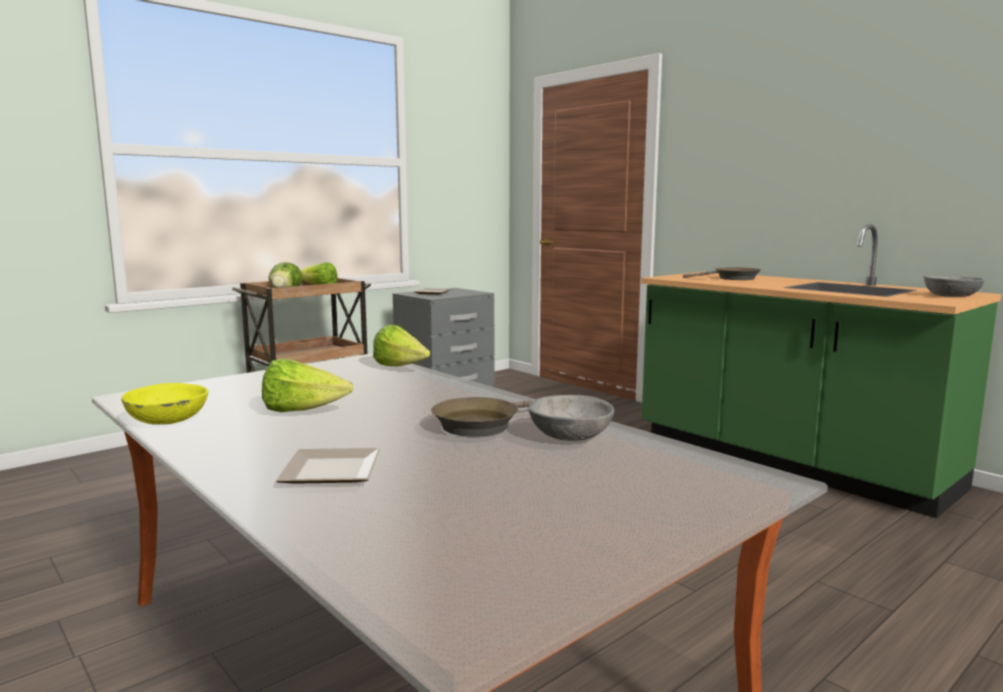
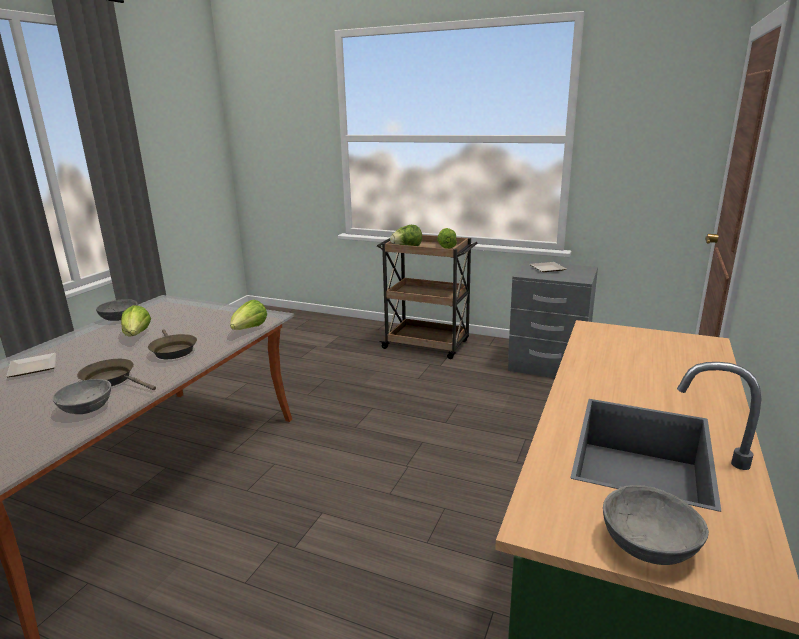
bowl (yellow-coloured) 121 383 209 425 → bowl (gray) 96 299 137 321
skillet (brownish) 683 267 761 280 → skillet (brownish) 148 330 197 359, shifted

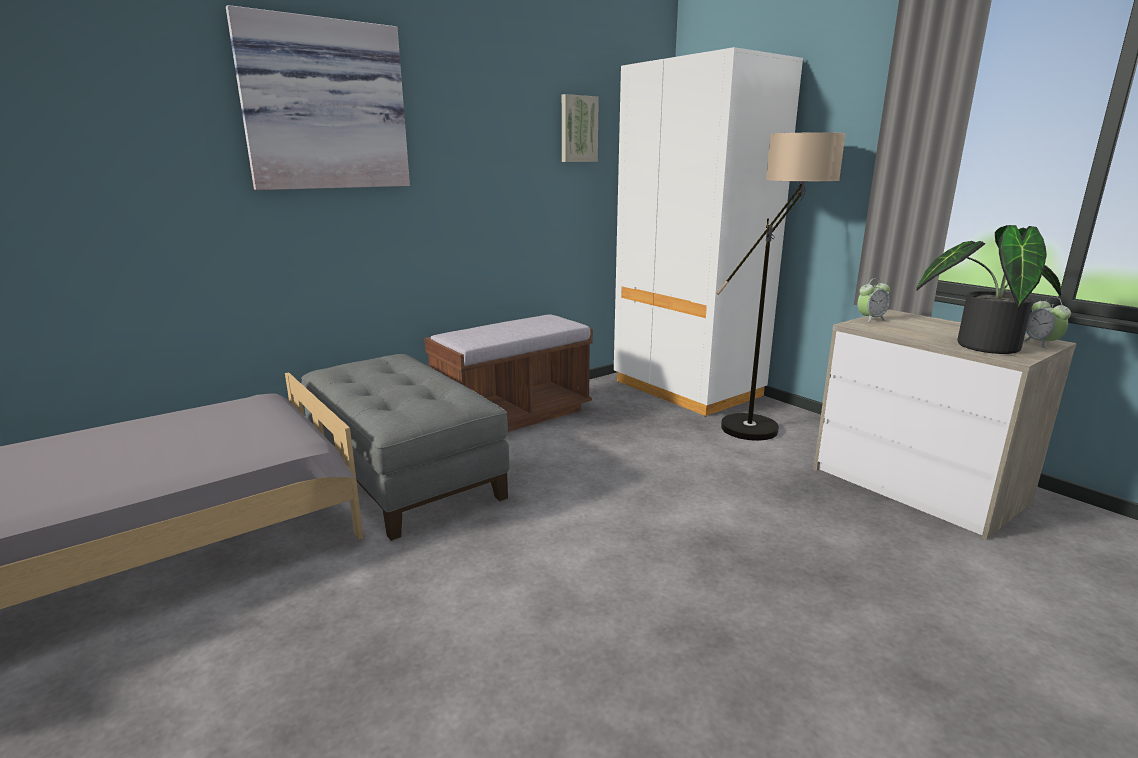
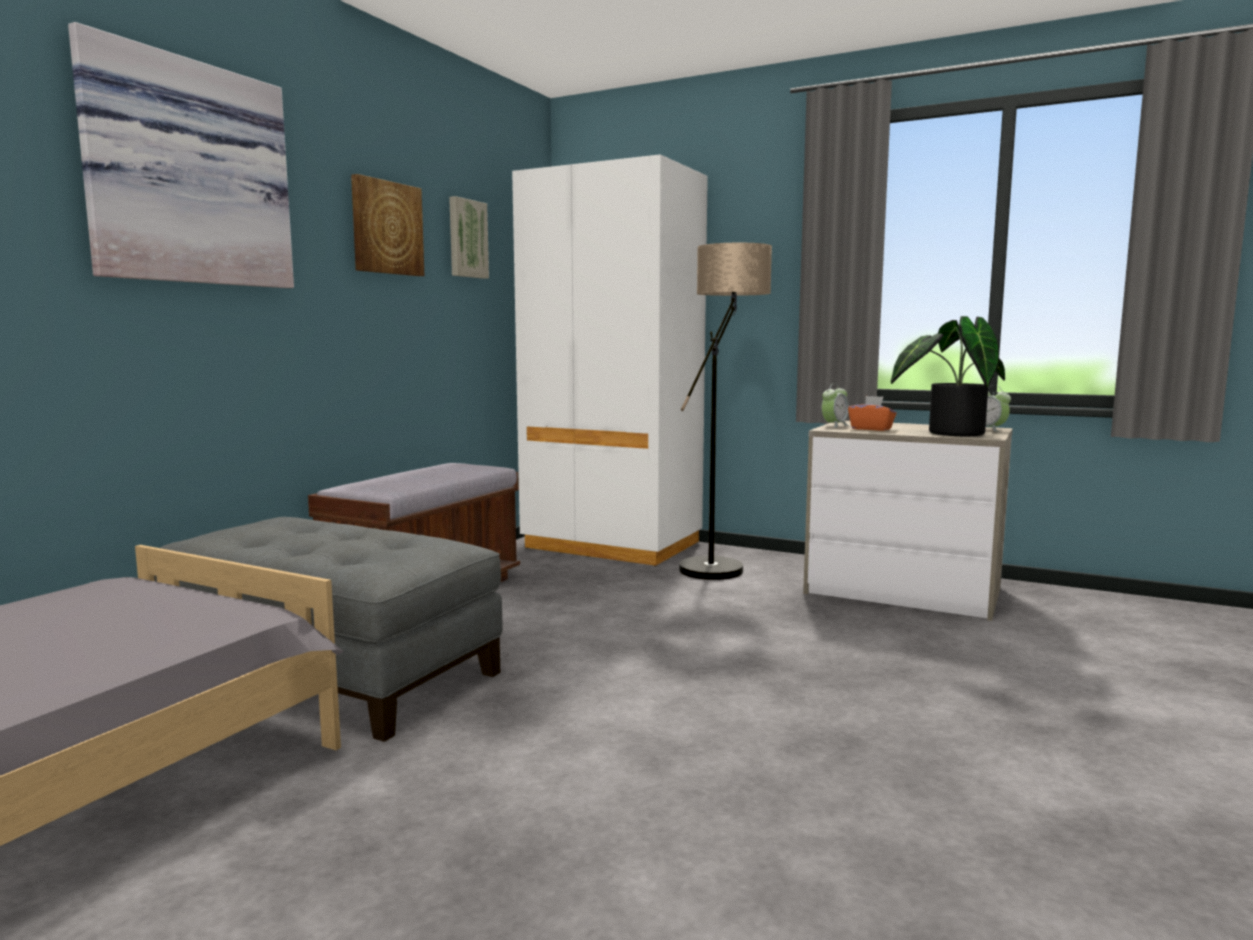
- → wall picture 351 174 424 276
- → tissue holder (orange) 848 396 897 431

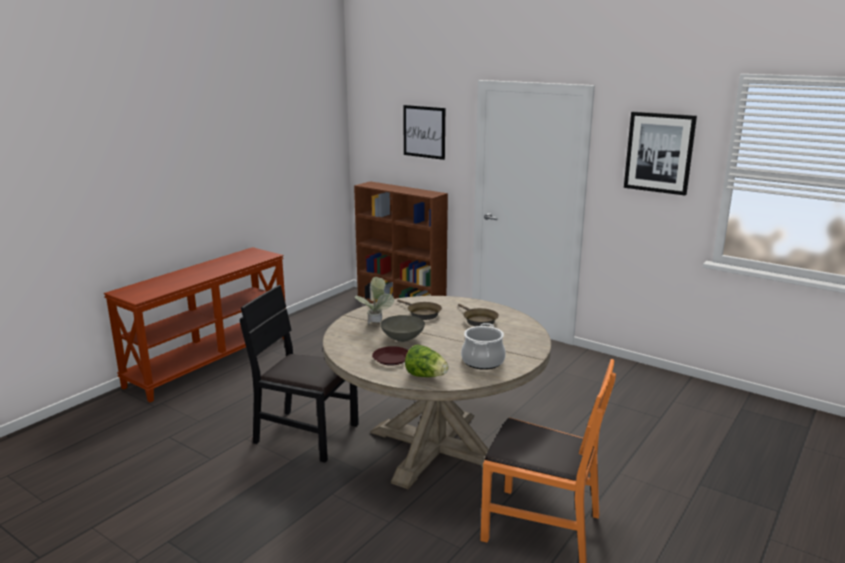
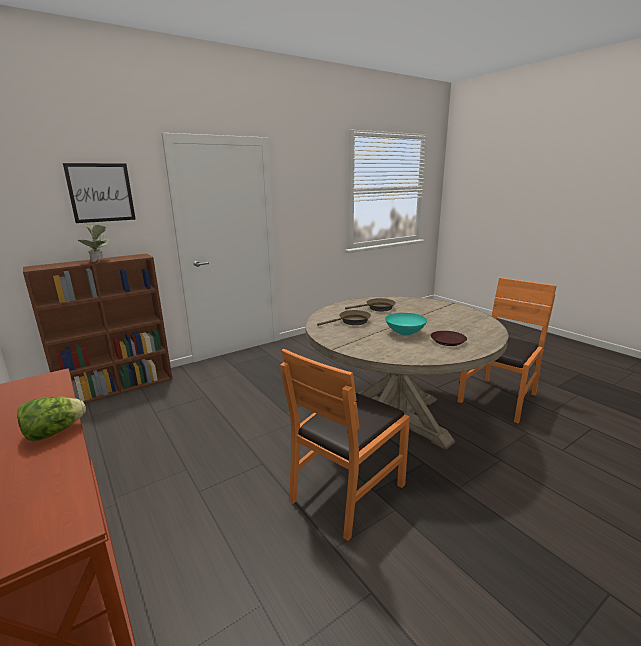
plain chair (blackish) 240 285 359 462 → plain chair (orange) 280 349 410 541
potted plant 355 277 394 324 → potted plant 78 224 110 262, shifted
bowl (gray) 380 315 425 342 → bowl (turquoise) 385 313 427 336
lettuce head 405 345 449 377 → lettuce head 17 396 86 442, shifted
cooking pot 461 323 506 370 → -
wall picture 624 112 697 196 → -

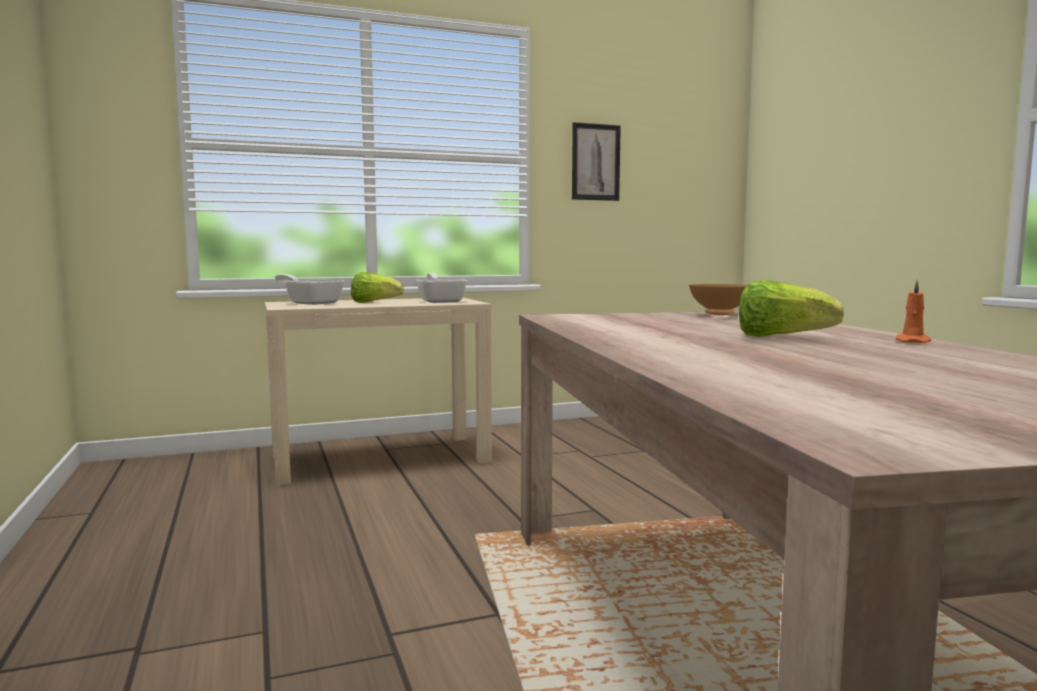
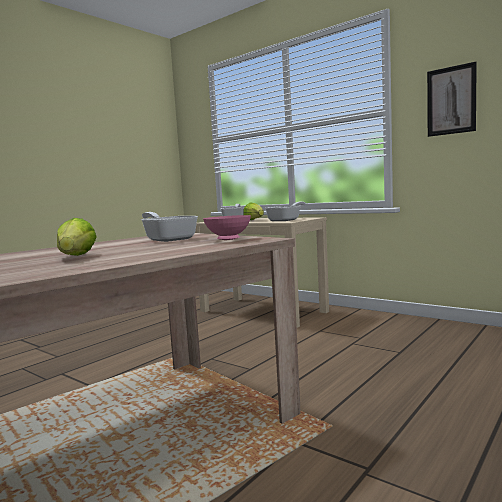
bowl (brownish) 689 284 747 315 → bowl (pinkish) 203 215 251 240
wax candle (orange) 895 280 932 343 → -
- → skillet 141 212 198 242

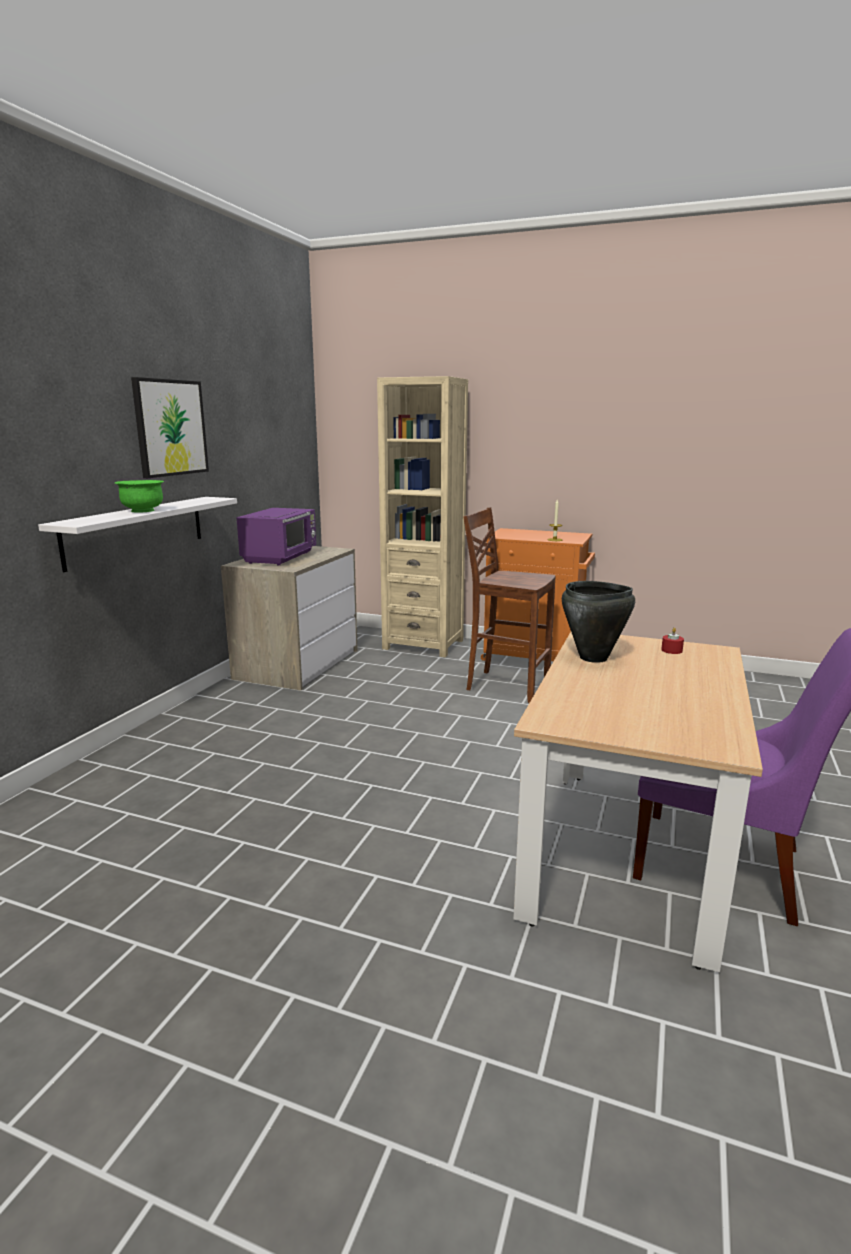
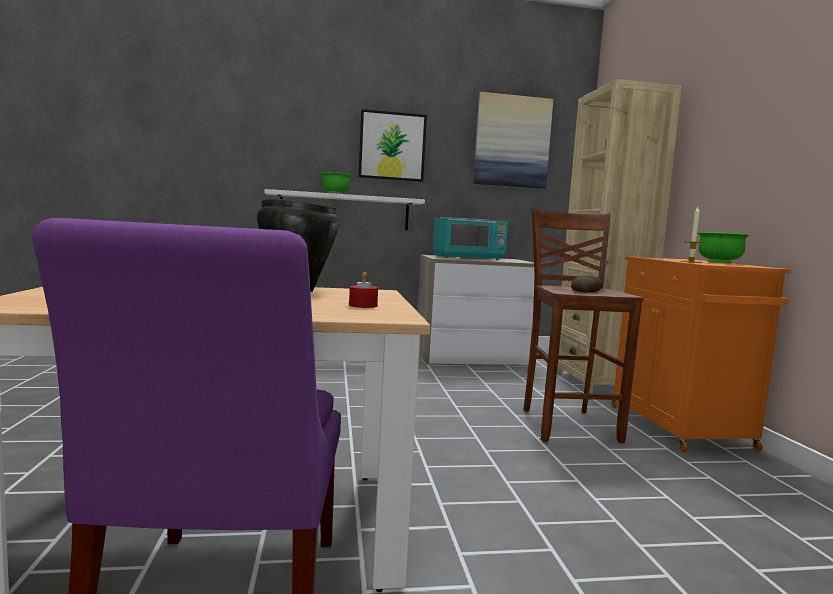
microwave oven (purple) 236 508 316 565 → microwave oven (turquoise) 433 217 508 260
- → wall picture 473 92 553 189
- → bakery bread 571 275 603 292
- → bowl (green-coloured) 697 232 750 263

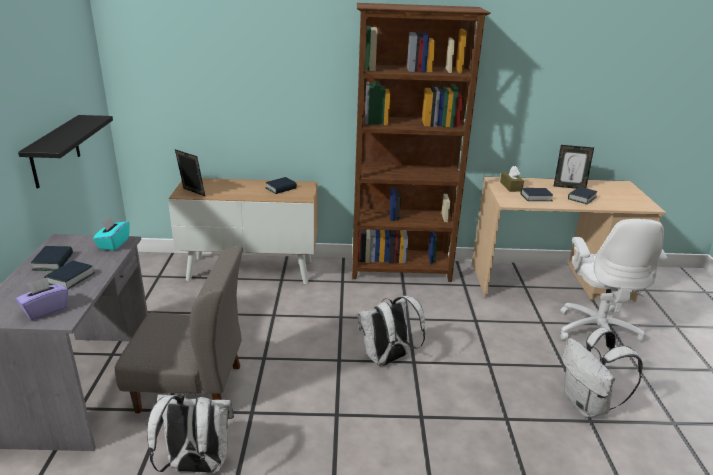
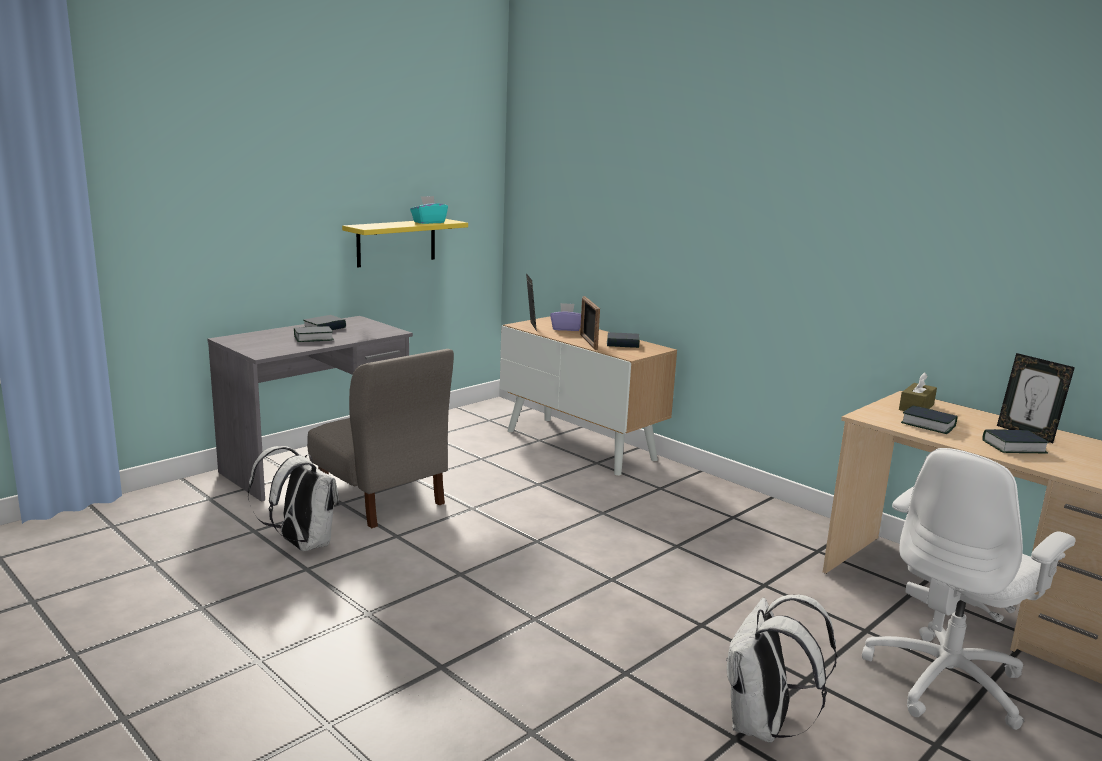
tissue holder (purple) 16 278 68 320 → tissue holder (purple) 550 303 581 331, shifted
shelf (blackish) 18 115 113 189 → shelf (yellow-coloured) 342 219 468 267
tissue holder (turquoise) 93 216 130 251 → tissue holder (turquoise) 410 196 448 224, shifted
bookshelf (brownish) 352 3 491 282 → -
backpack (whitish) 357 296 425 366 → -
- → picture frame 580 296 600 350

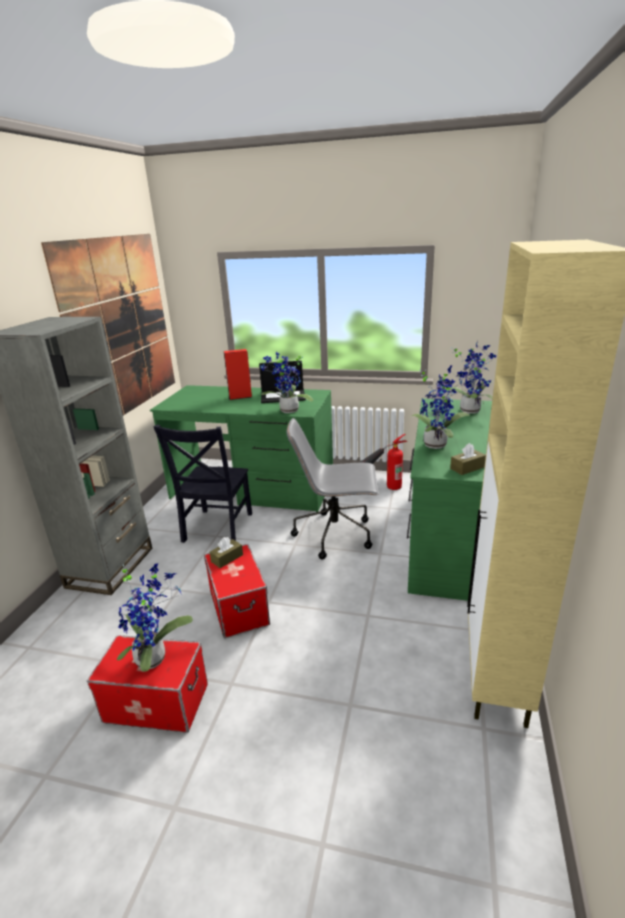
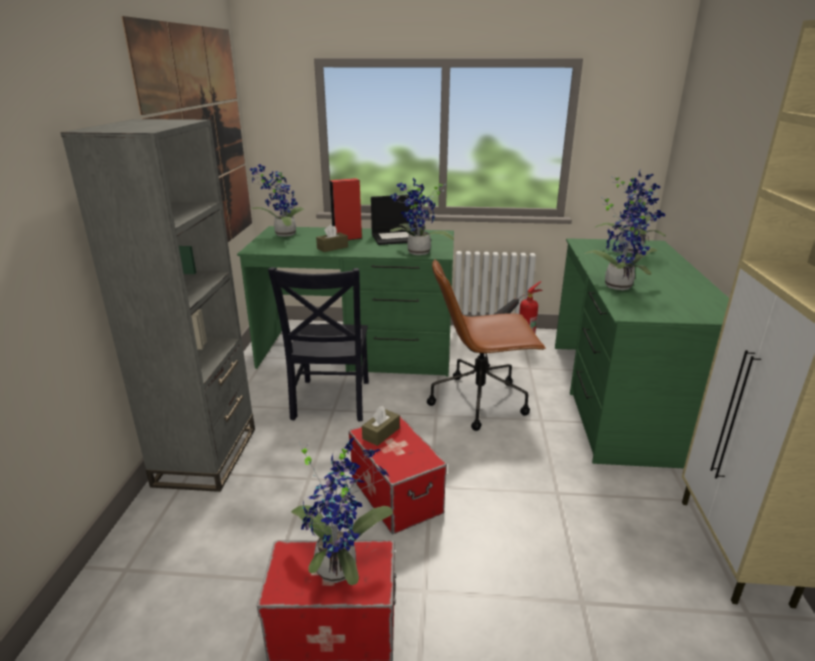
office chair (gray) 287 418 379 560 → office chair (brownish) 427 259 546 431
tissue holder (brownish) 450 443 486 475 → tissue holder (brownish) 316 224 348 252, shifted
- → potted plant 250 164 304 237

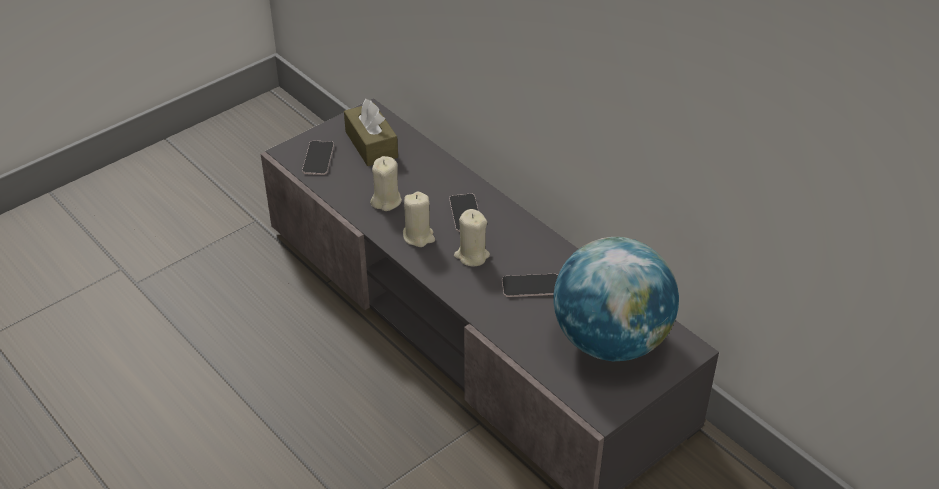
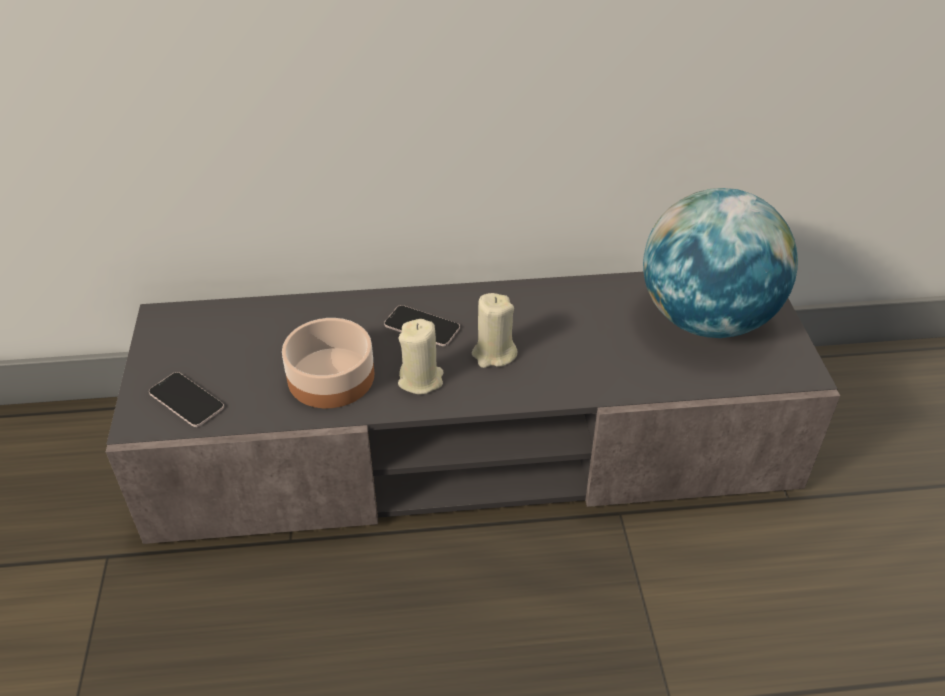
tissue holder (brownish) 344 99 398 166 → -
wax candle (beige) 370 156 402 211 → bowl 282 318 374 408
phone 502 274 558 297 → -

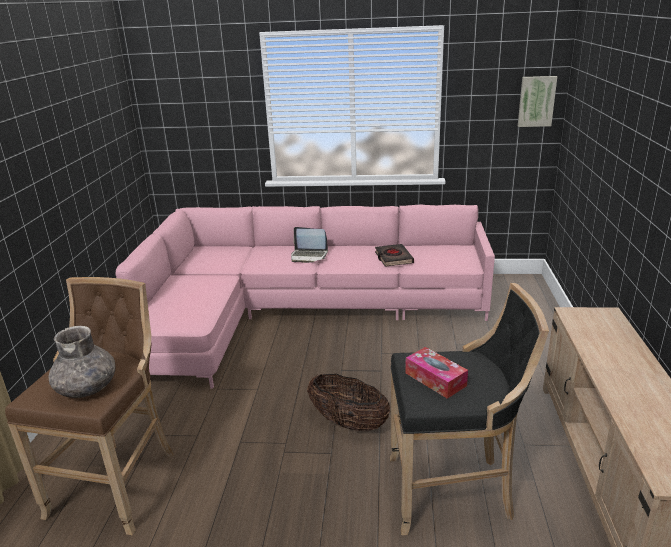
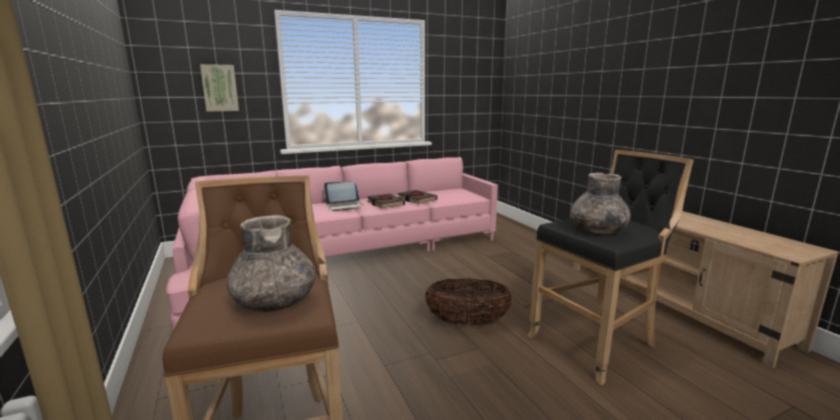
tissue holder 405 347 468 399 → vase (gray) 571 173 631 234
wall picture 518 76 557 127 → wall picture 200 64 239 112, shifted
- → volume (blackish) 367 194 405 208

